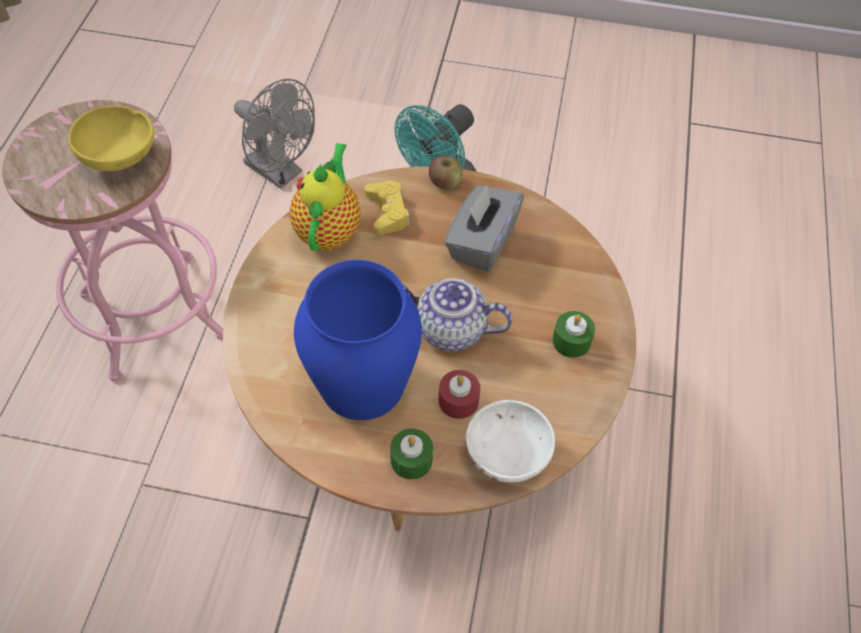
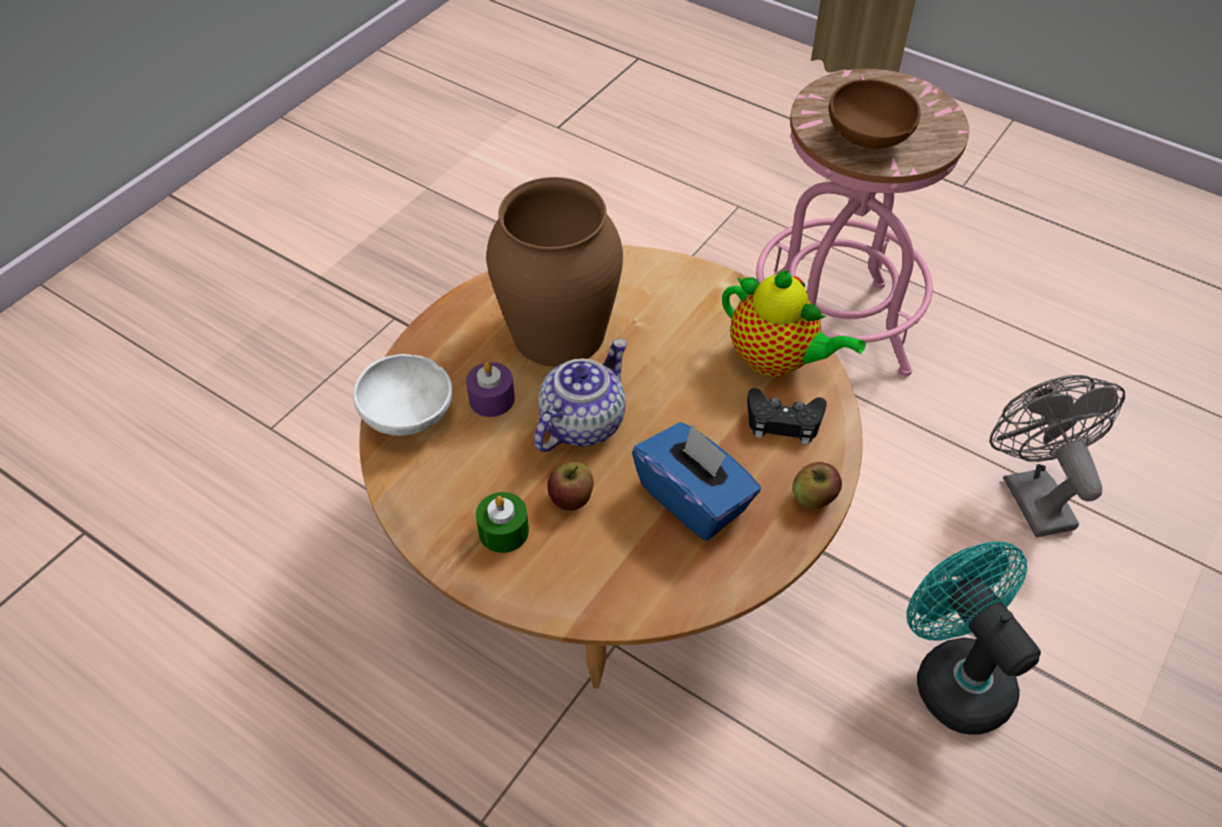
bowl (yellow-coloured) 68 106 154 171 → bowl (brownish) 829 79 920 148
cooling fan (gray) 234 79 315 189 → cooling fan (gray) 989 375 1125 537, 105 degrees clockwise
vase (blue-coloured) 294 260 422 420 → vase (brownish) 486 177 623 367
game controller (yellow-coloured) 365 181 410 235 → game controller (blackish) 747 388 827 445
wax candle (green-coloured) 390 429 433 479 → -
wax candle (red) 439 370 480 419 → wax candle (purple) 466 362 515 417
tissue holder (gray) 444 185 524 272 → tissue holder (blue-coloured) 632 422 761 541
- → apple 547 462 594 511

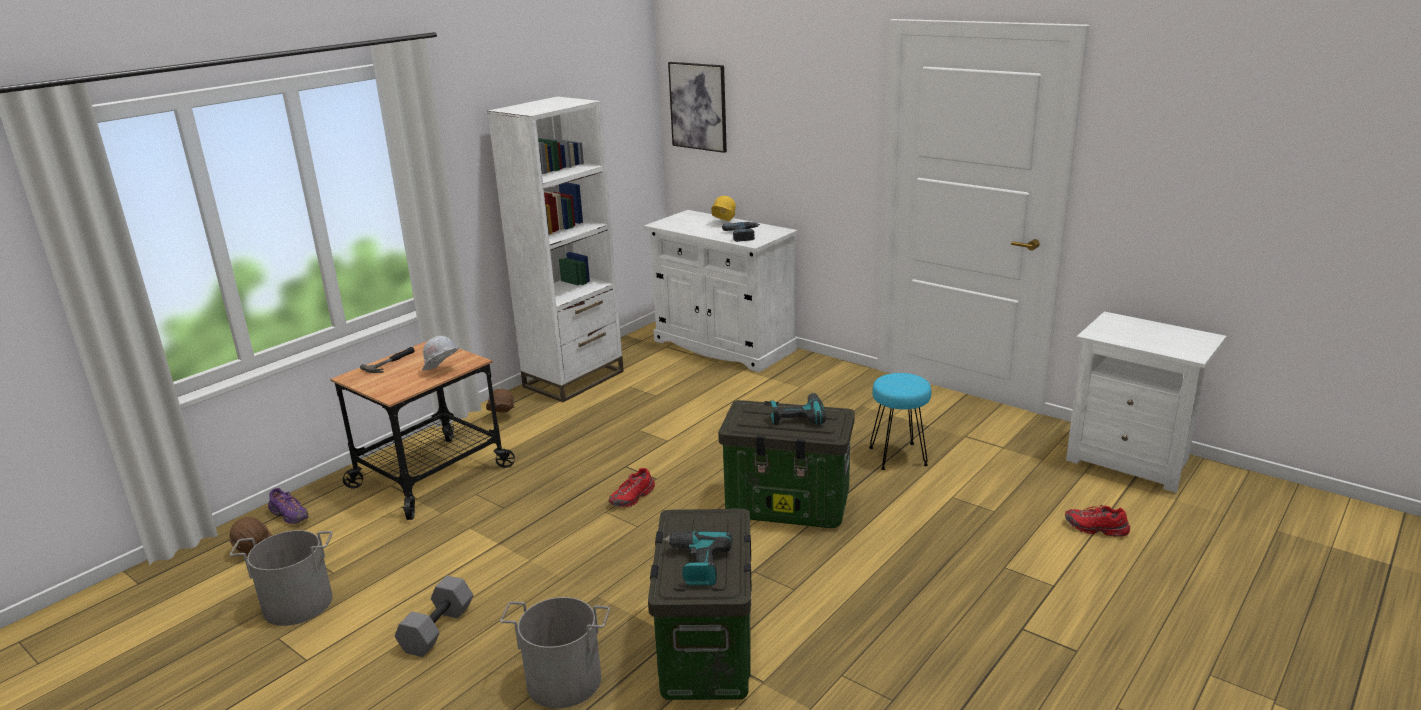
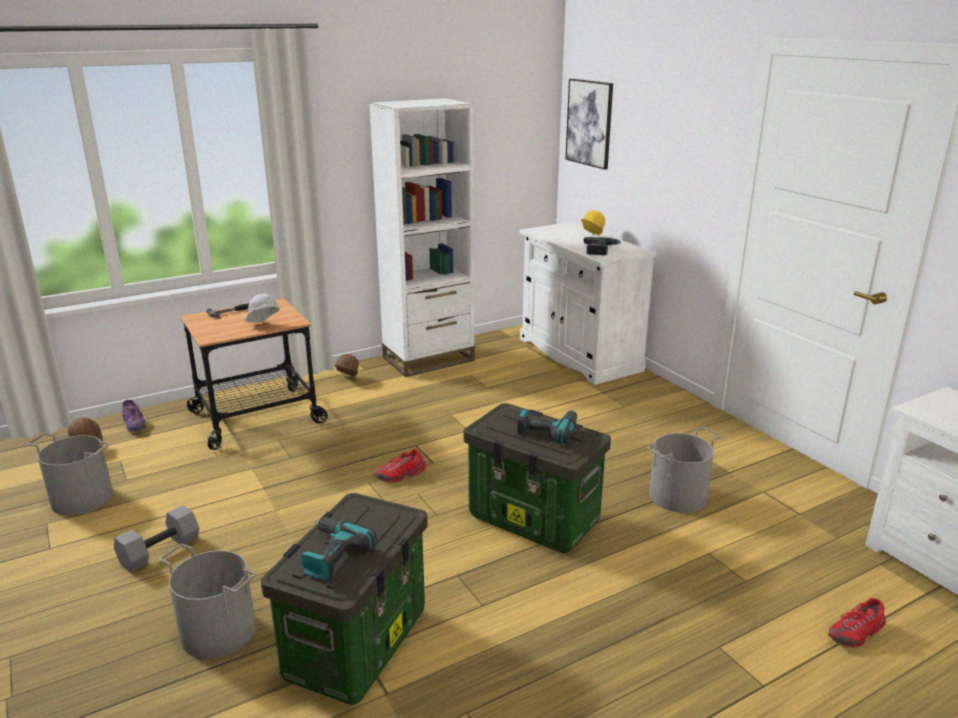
stool seat (turquoise) 869 373 931 470 → pail (gray) 647 427 721 513
shoe (red) 1065 505 1130 537 → shoe (red) 828 598 886 648, 75 degrees counterclockwise

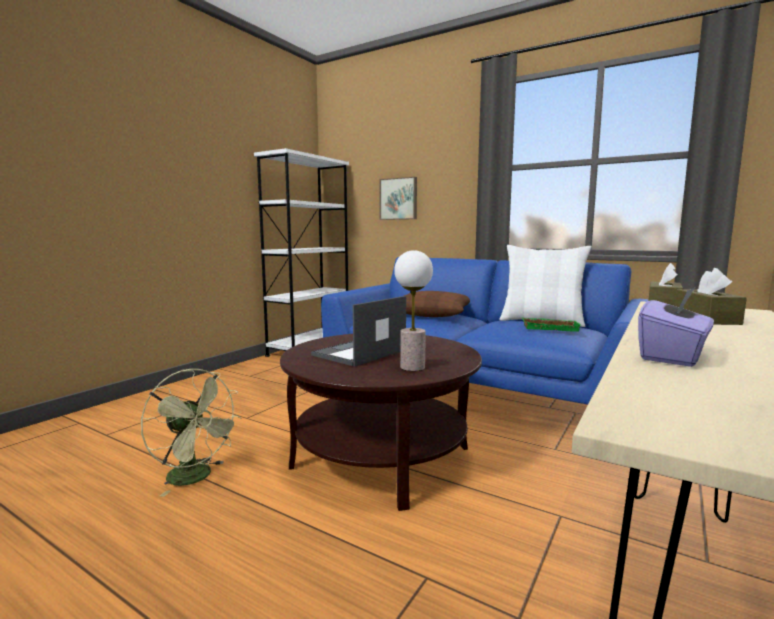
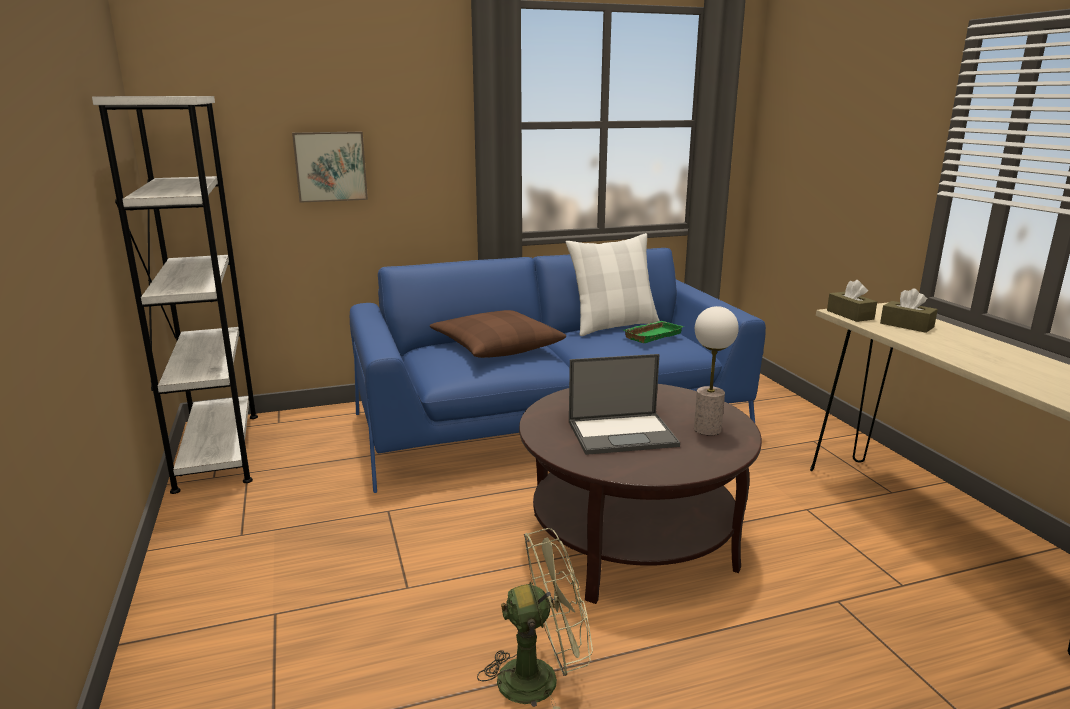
laptop 311 296 406 367 → laptop 569 354 680 455, 90 degrees counterclockwise
tissue holder (purple) 638 287 714 367 → -

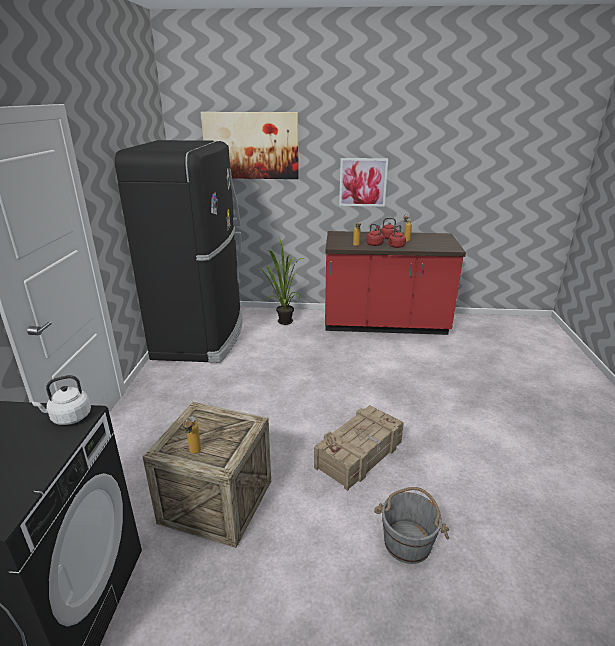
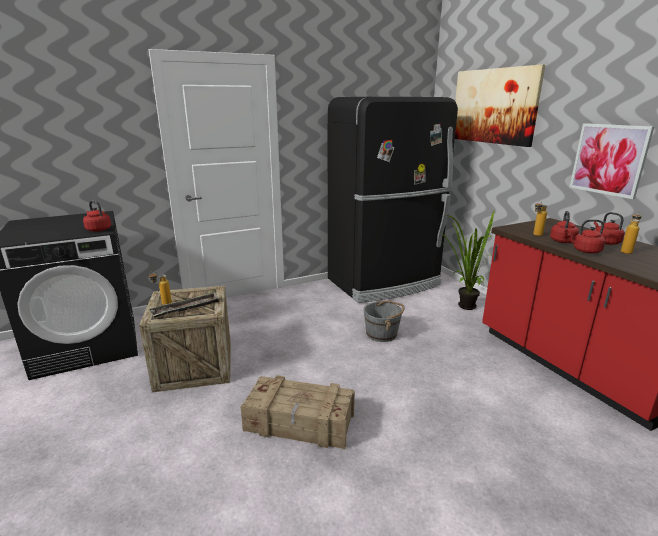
water kettle (whitish) 32 375 91 425 → water kettle (red) 83 200 111 232
pail (gray) 374 487 449 564 → pail (gray) 364 300 405 342, shifted
- → serving tray 148 291 220 318

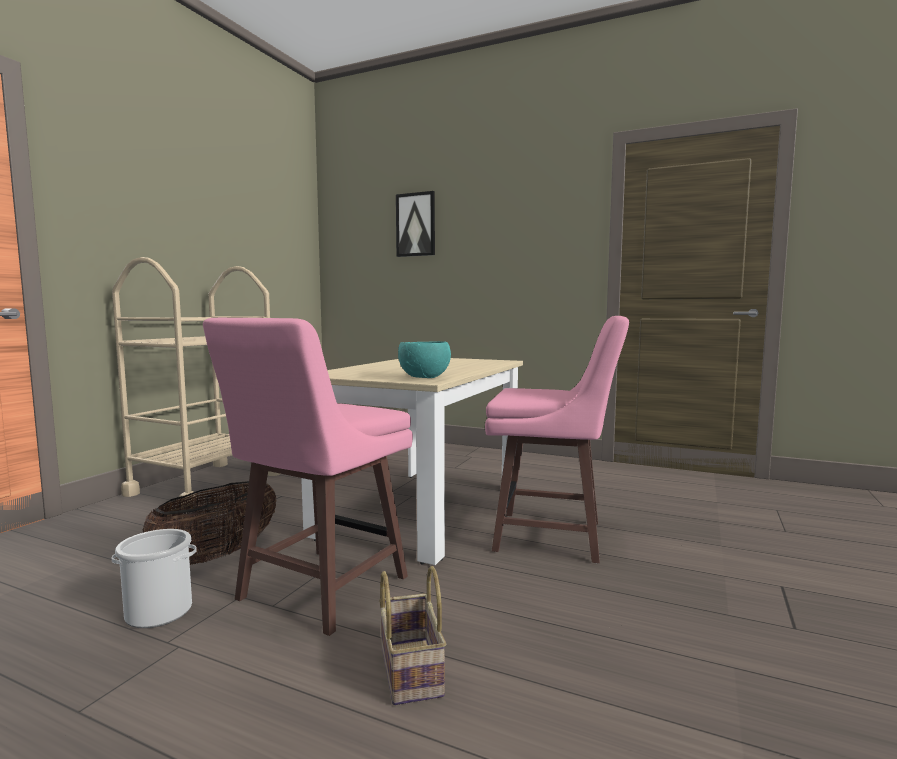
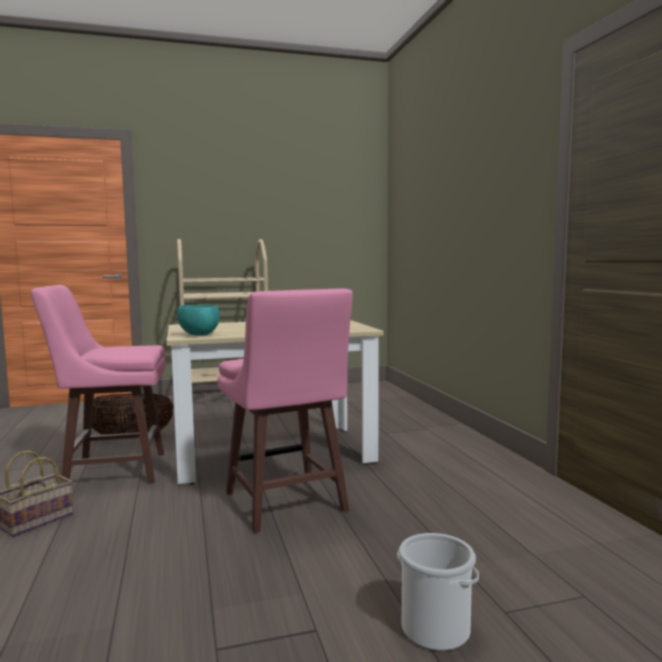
pail 112 529 197 628 → pail 397 533 479 651, shifted
wall picture 396 191 435 257 → -

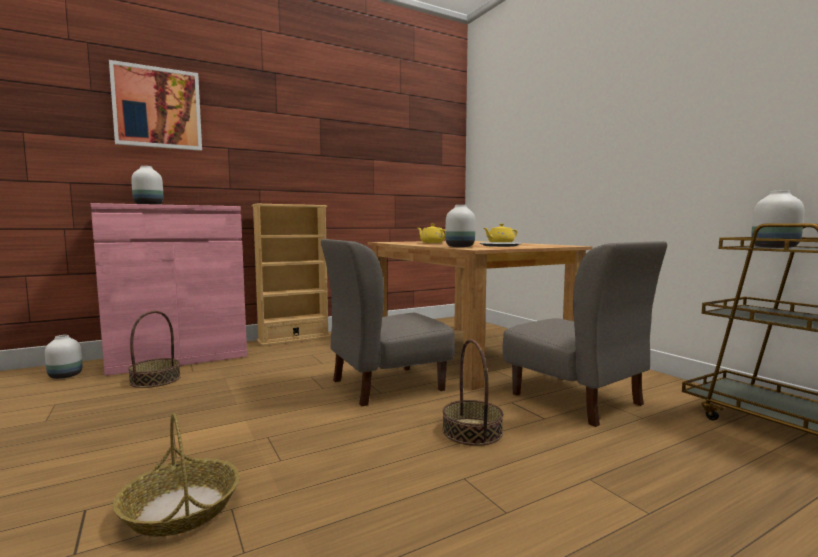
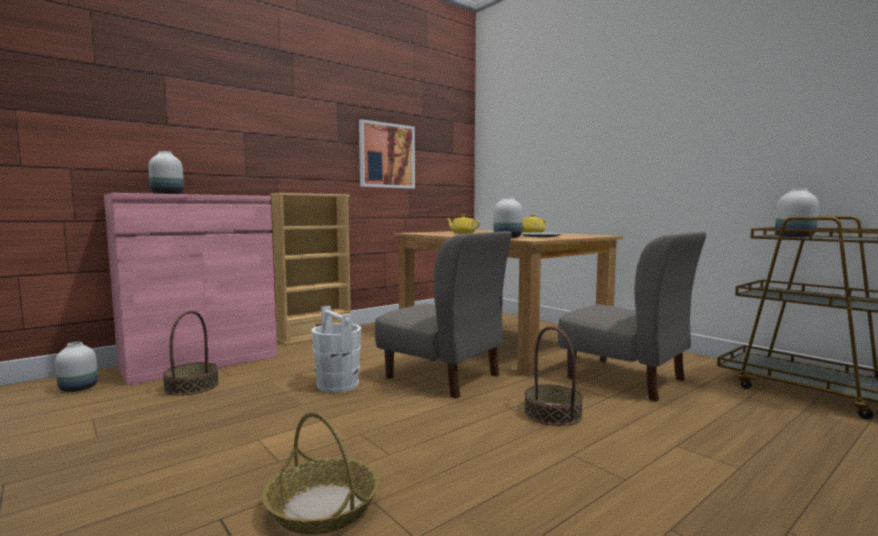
wall picture 109 60 202 151 → wall picture 359 119 415 189, shifted
plain chair (gray) 321 239 455 406 → plain chair (gray) 375 231 512 399, 105 degrees counterclockwise
- → pail (whitish) 311 306 361 393

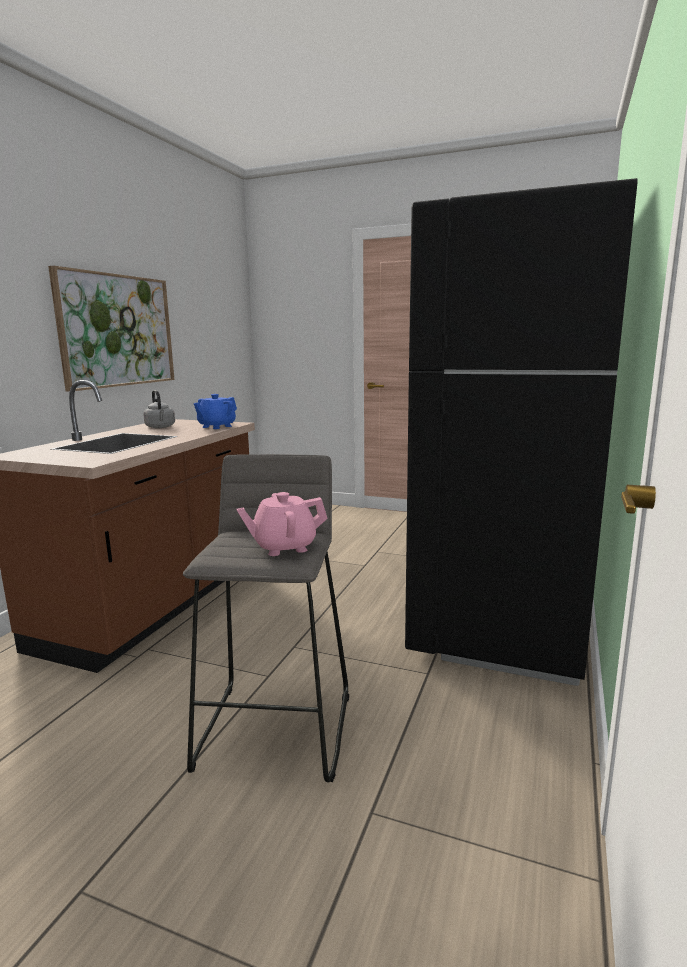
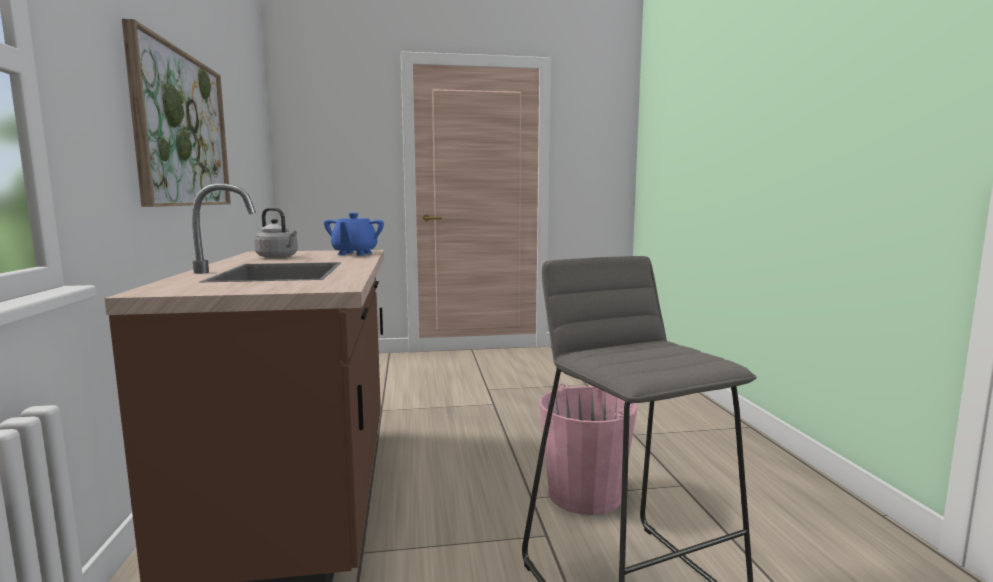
pot for tea (pinkish) 236 492 328 556 → -
fridge (blackish) 405 178 638 686 → -
- → pail (pinkish) 540 383 637 515

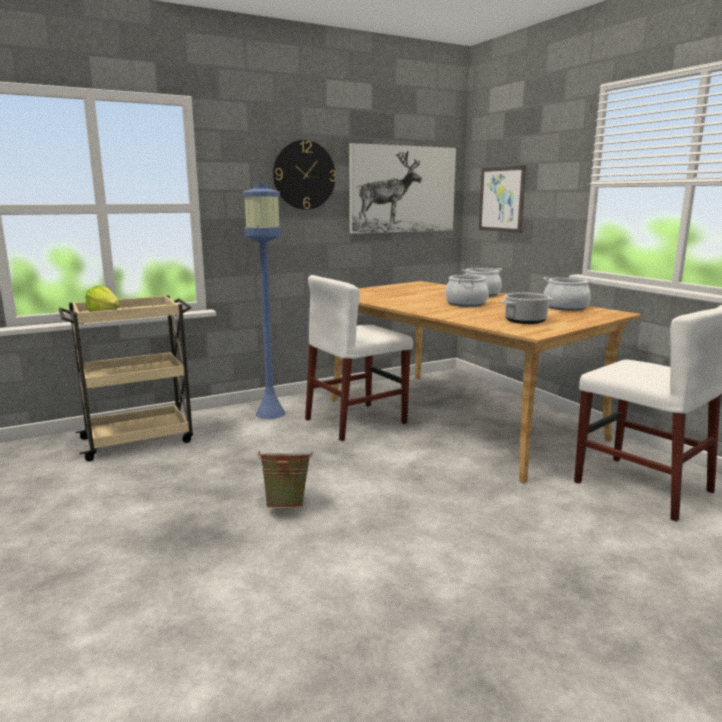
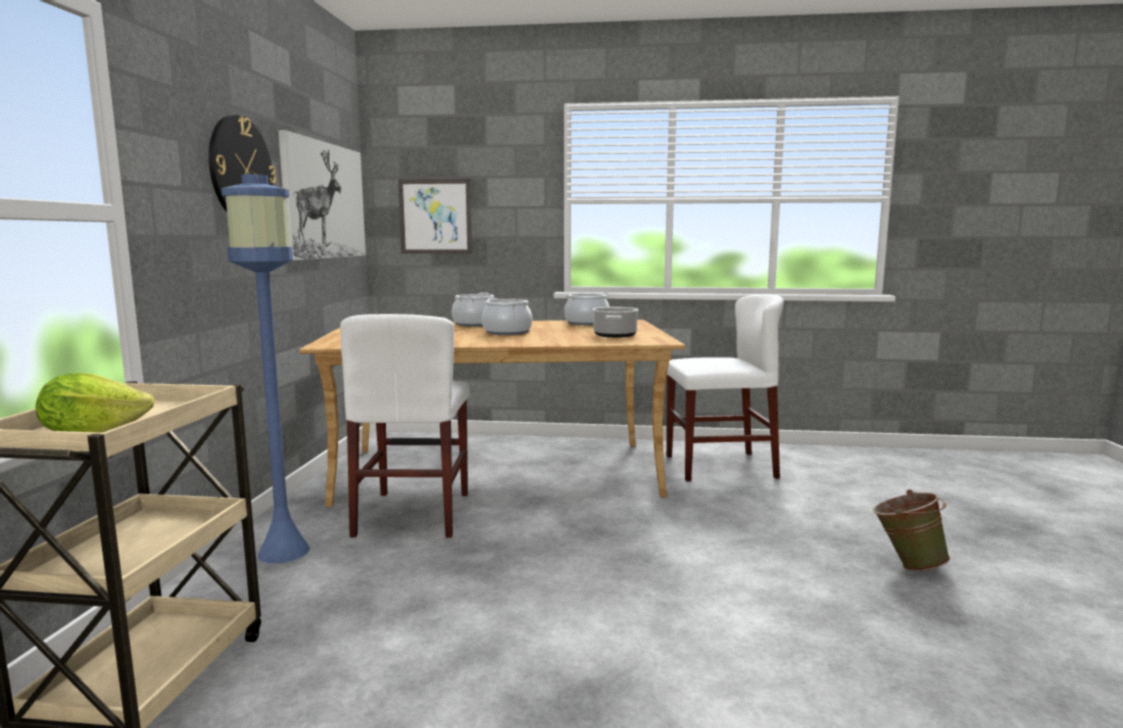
pail (green-coloured) 257 451 313 508 → pail (green-coloured) 873 490 950 571, shifted

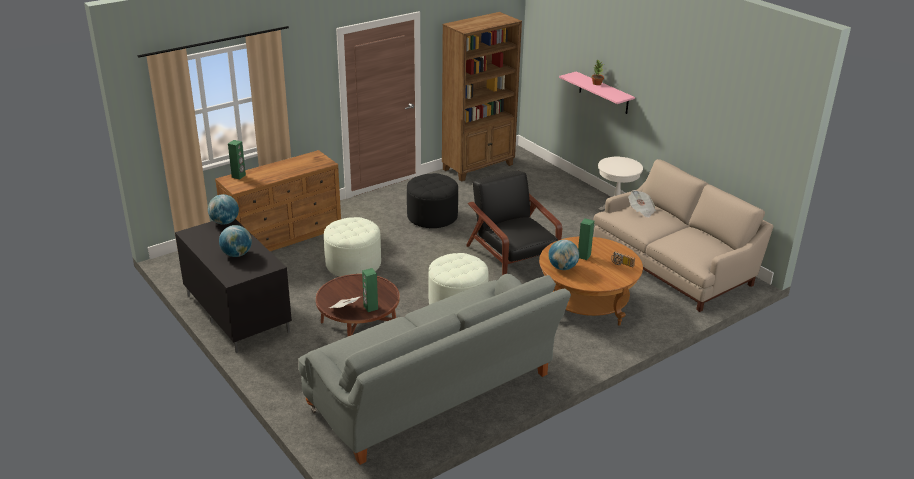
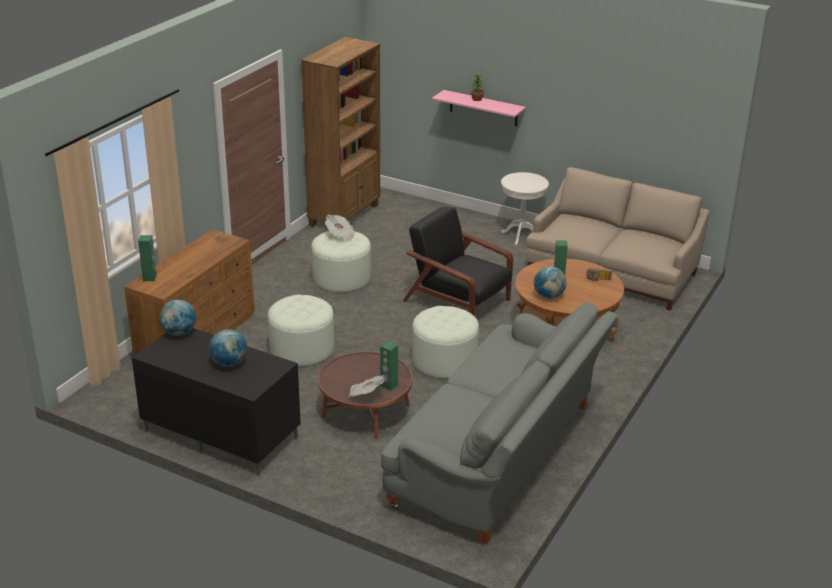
pouffe (blackish) 407 173 458 228 → pouffe (whitish) 311 231 371 292
daily paper 628 190 656 218 → daily paper 325 215 356 241, shifted

